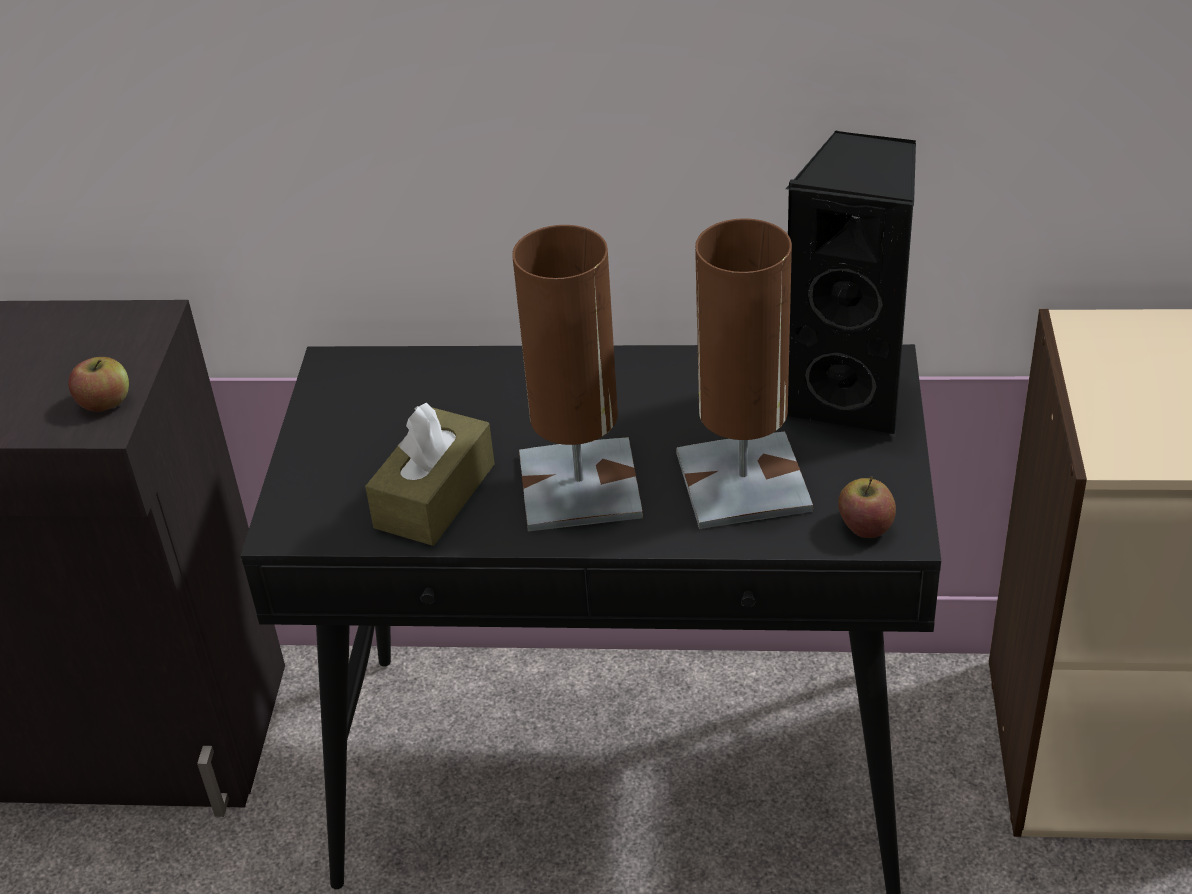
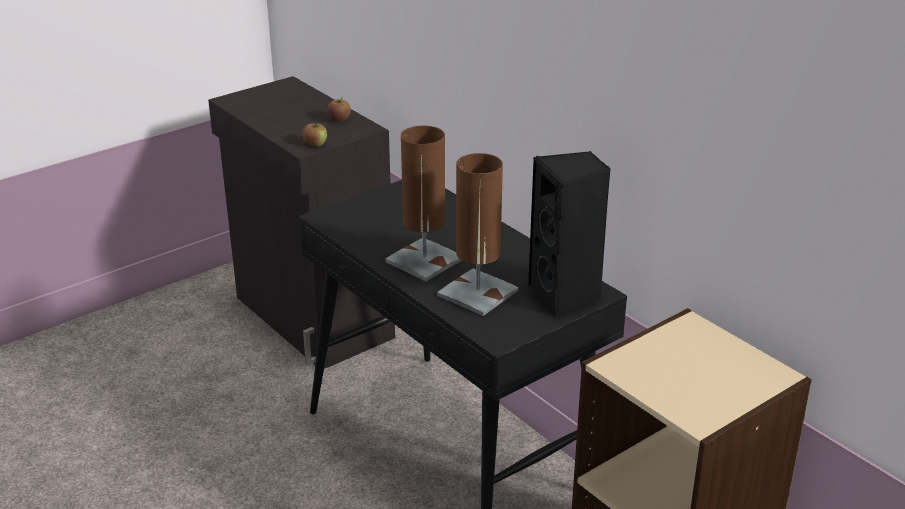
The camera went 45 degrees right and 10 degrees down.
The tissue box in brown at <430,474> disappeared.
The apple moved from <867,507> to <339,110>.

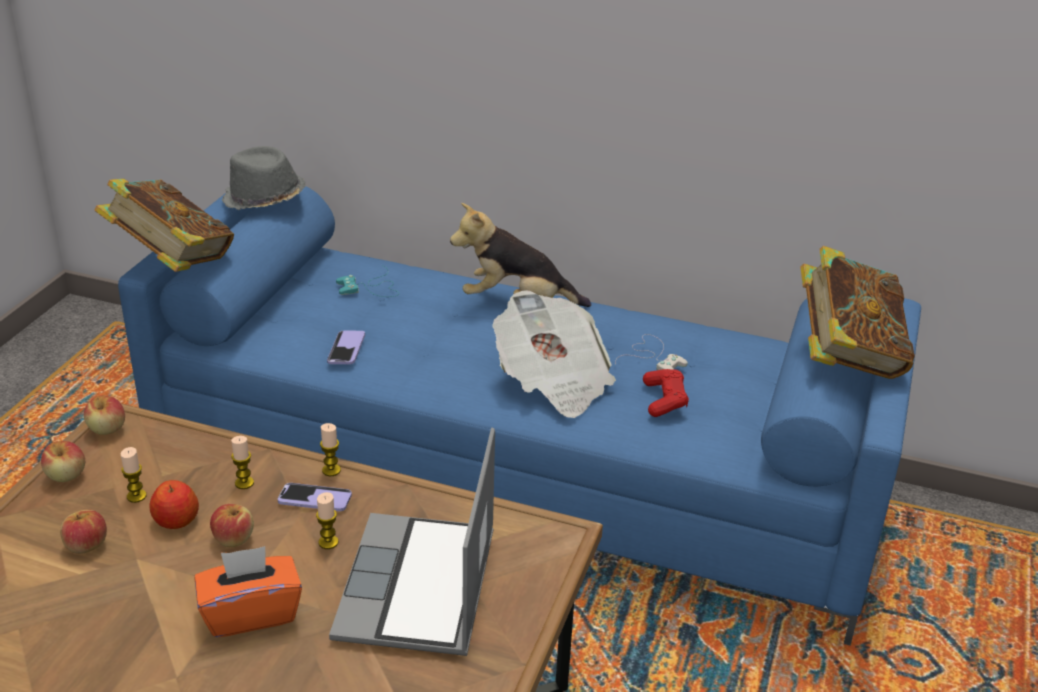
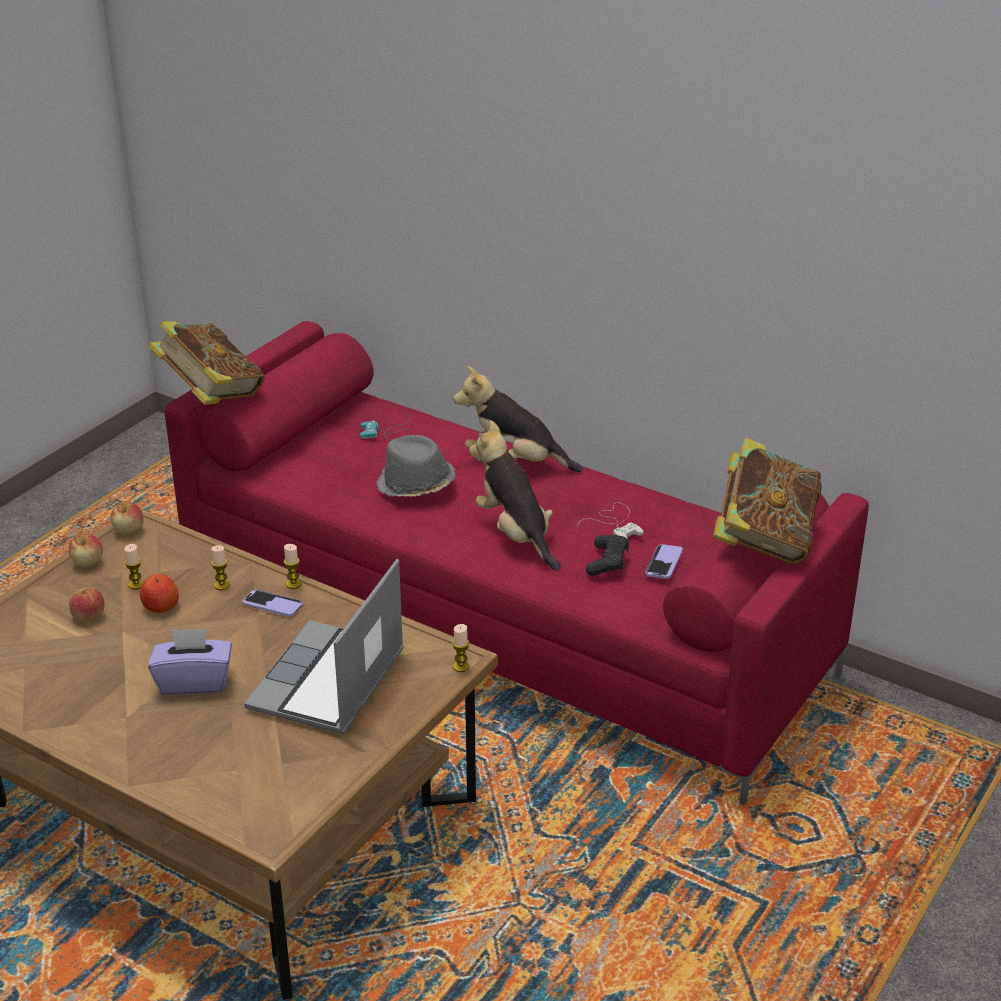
The camera went 15 degrees right and 0 degrees up.
The sofa in blue at <519,416> became the sofa in red at <517,563>.
The tissue box in orange at <248,592> became the tissue box in purple at <190,662>.
The apple at <232,525> disappeared.
The hat in grey moved from <264,178> to <416,466>.
The candle moved from <327,520> to <461,648>.
The phone moved from <346,347> to <664,561>.
The newspaper at <554,354> was replaced by the plush toy at <515,495>.
The game controller in red at <666,393> became the game controller in black at <607,555>.

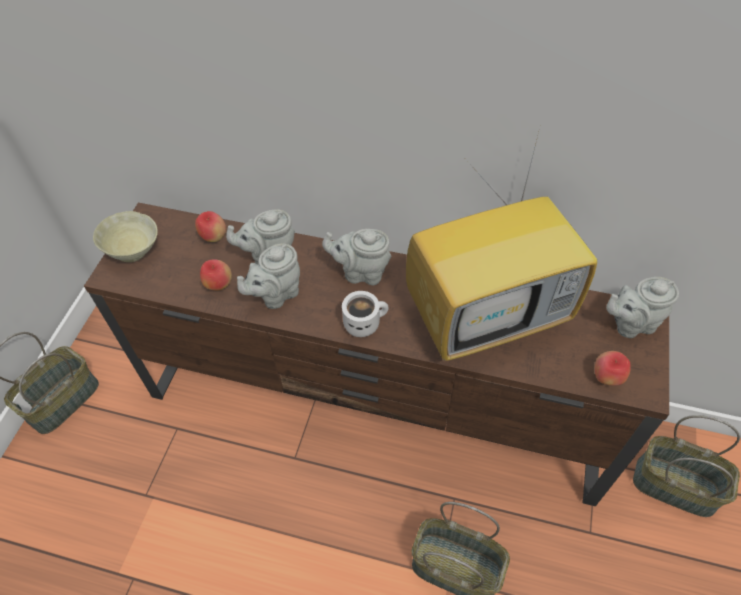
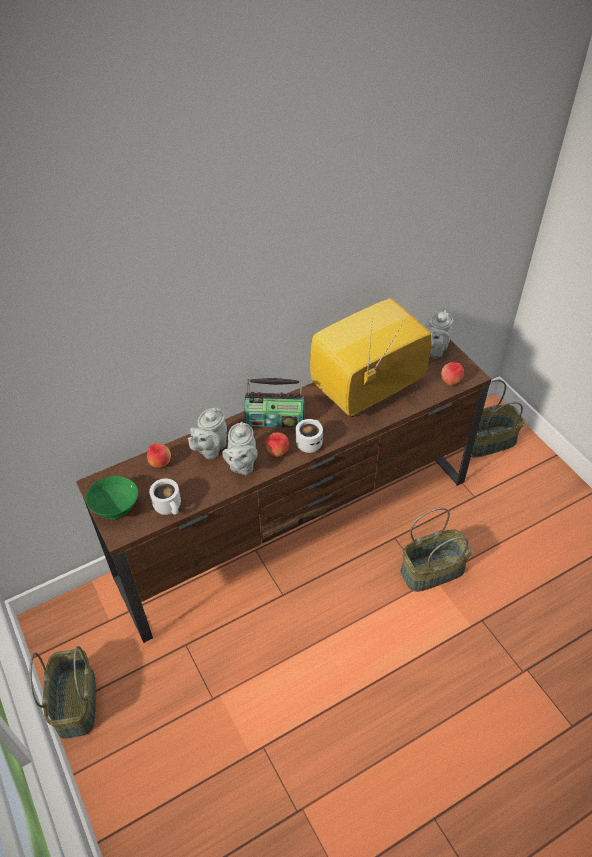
The camera went 45 degrees left and 5 degrees down.
The bowl in beige at <125,236> became the bowl in green at <112,498>.
The apple moved from <216,275> to <277,445>.
The teapot in grey at <356,257> was replaced by the radio at <274,403>.
The television at <501,244> turned 150 degrees counterclockwise.
The mug in white at <165,497> appeared.

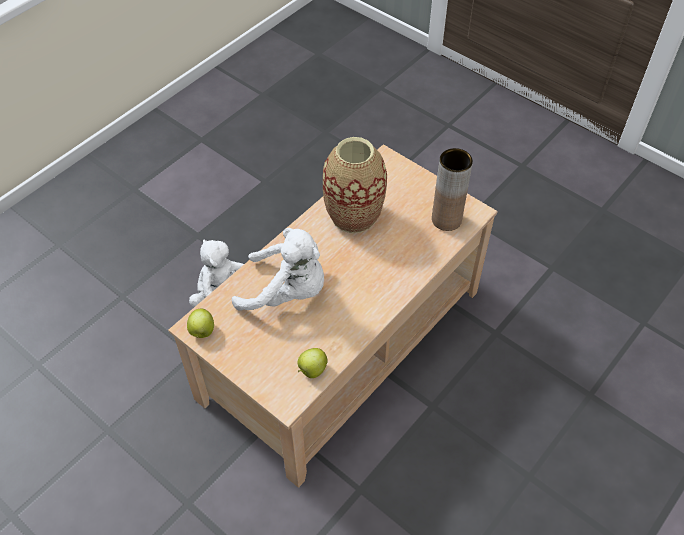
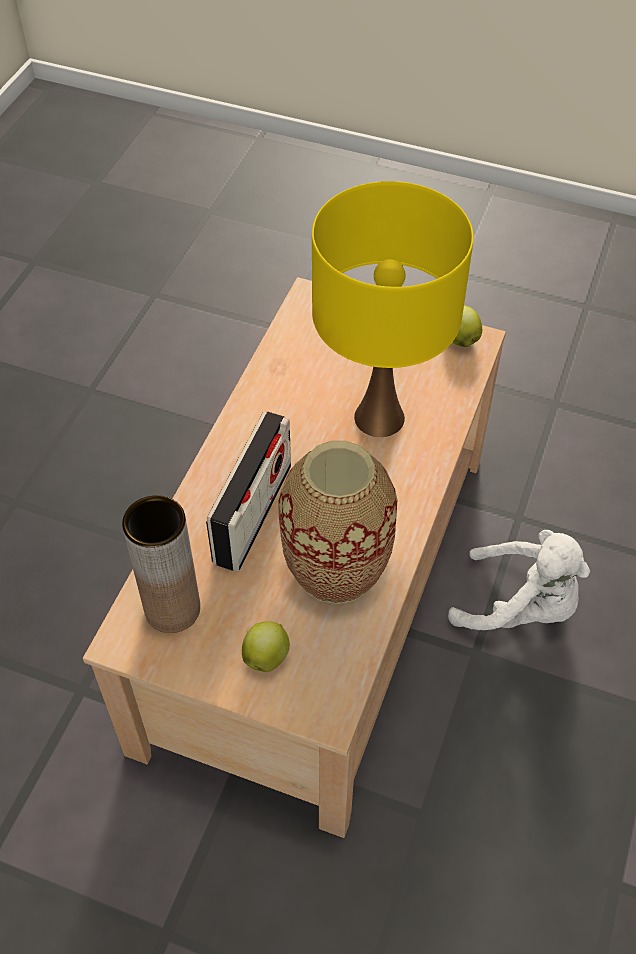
The camera went 160 degrees right and 0 degrees up.
The plush toy in white at <278,269> was replaced by the table lamp in yellow at <393,309>.
The apple moved from <313,363> to <266,646>.
The radio at <248,491> appeared.

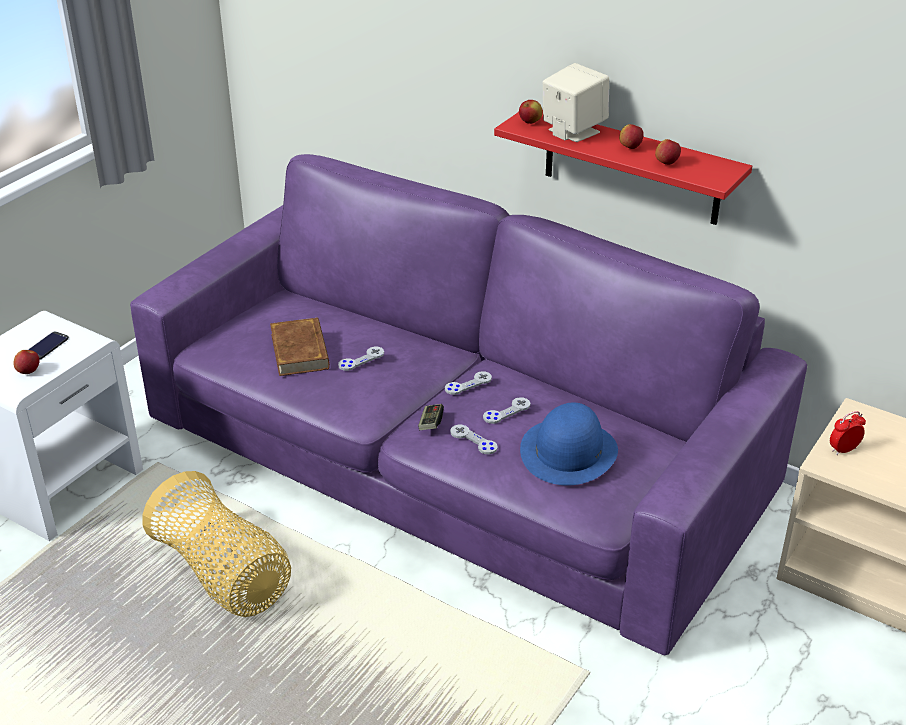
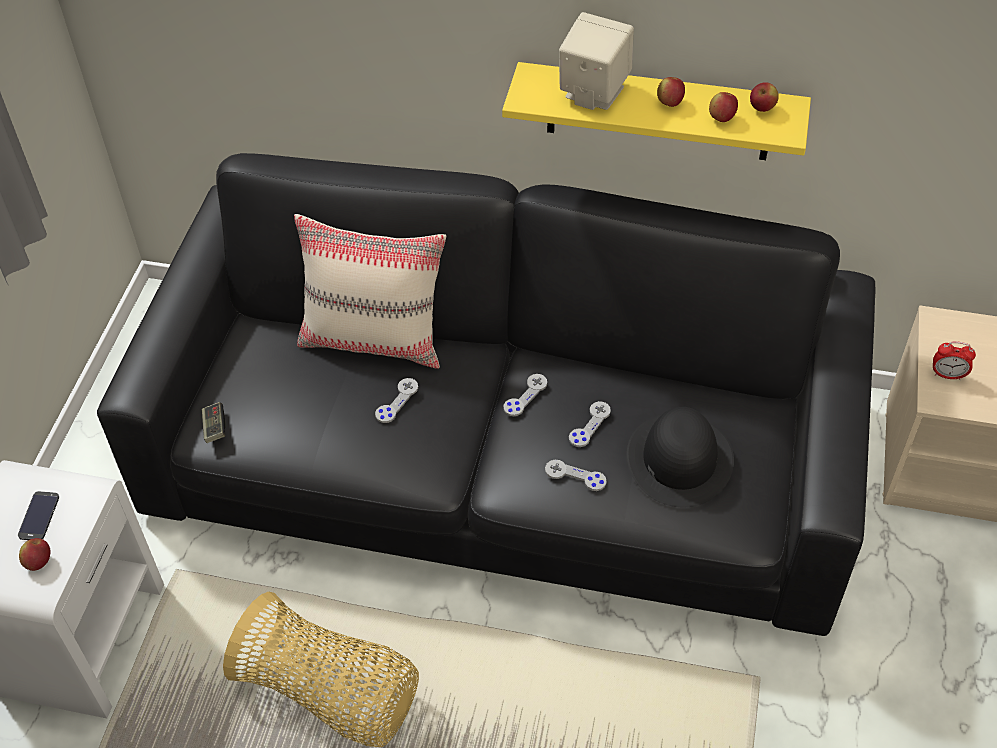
The camera went 20 degrees left and 15 degrees up.
The sofa in purple at <468,404> became the sofa in black at <486,394>.
The book in brown at <300,346> disappeared.
The game controller moved from <431,417> to <213,422>.
The shelf in red at <623,168> became the shelf in yellow at <656,111>.
The apple moved from <531,112> to <764,97>.
The hat in blue at <569,444> became the hat in black at <680,457>.
The alarm clock at <848,433> turned 120 degrees counterclockwise.
The pillow in beige at <370,291> appeared.

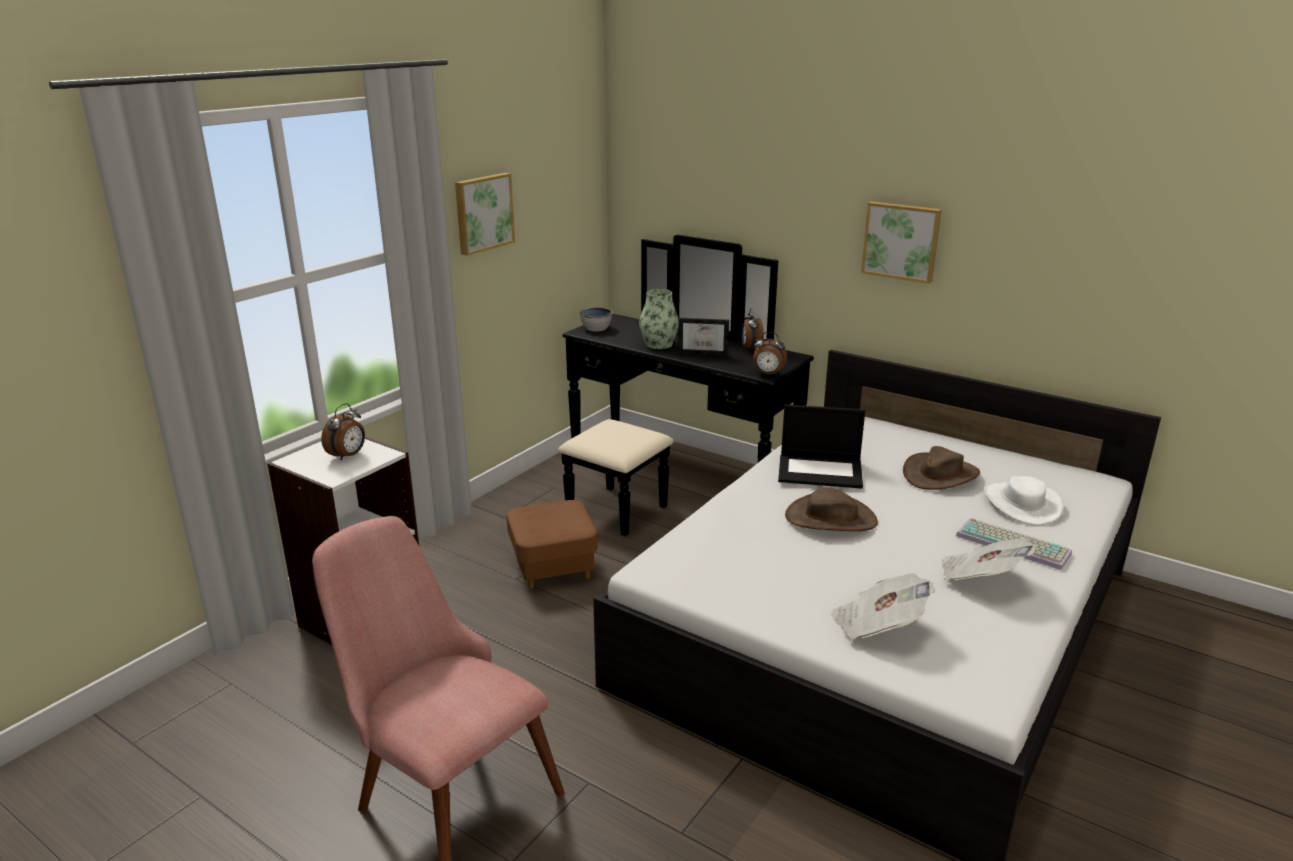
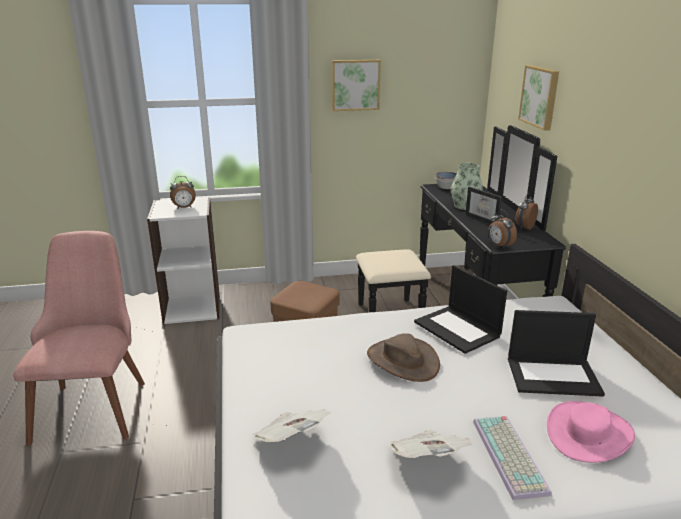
The camera went 45 degrees right and 0 degrees up.
The picture moved from <901,242> to <538,98>.
The hat in brown at <941,468> was replaced by the laptop at <556,353>.
The hat in white at <1023,501> became the hat in pink at <591,432>.

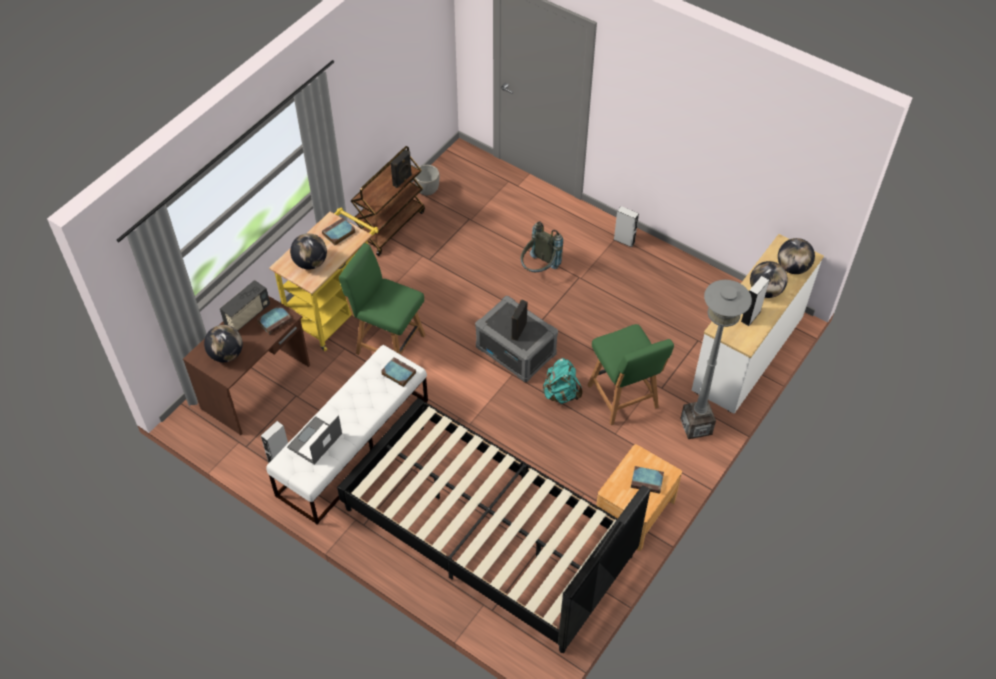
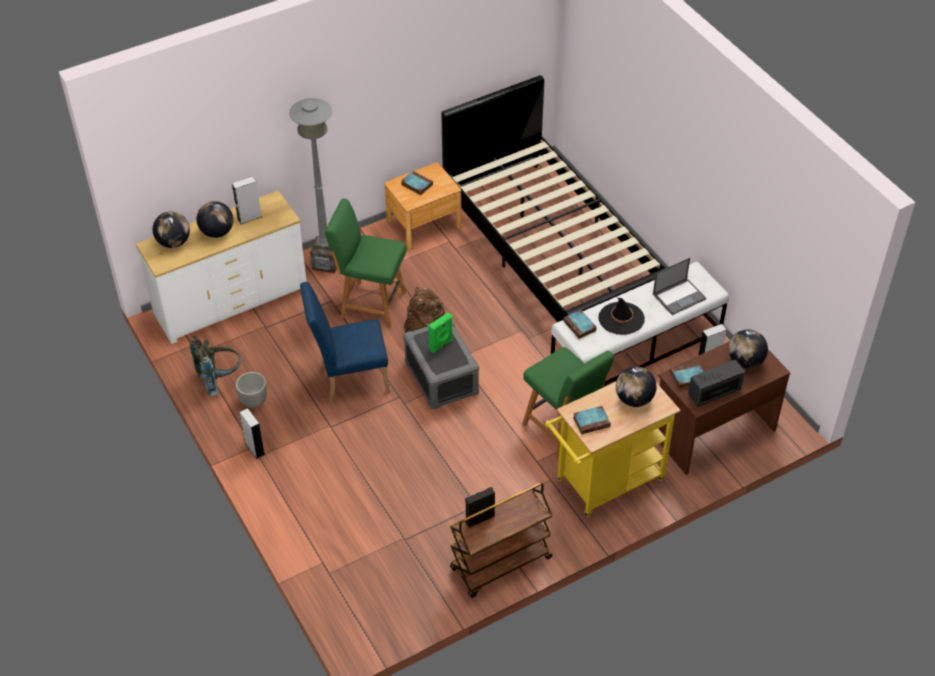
The camera went 155 degrees left and 5 degrees down.
The planter moved from <426,180> to <251,390>.
The speaker in black at <519,320> became the speaker in green at <440,333>.
The backpack in grey moved from <542,246> to <215,366>.
The backpack in turquoise at <562,381> became the backpack in brown at <424,310>.
The chair in green at <630,374> turned 75 degrees counterclockwise.
The chair in blue at <345,342> appeared.
The hat in black at <622,316> appeared.

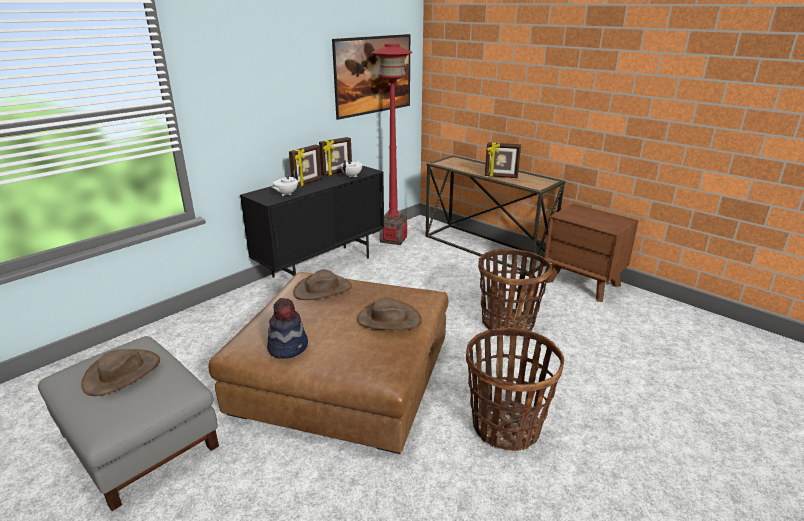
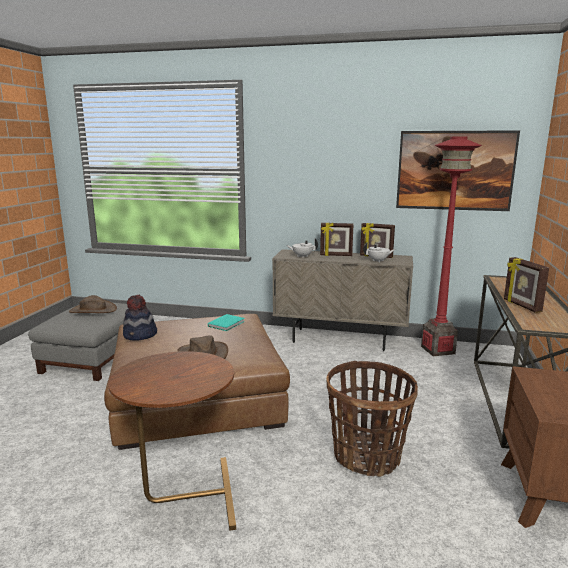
The camera went 60 degrees right and 10 degrees down.
The cabinet in black at <312,222> became the cabinet in beige at <342,300>.
The hat in brown at <323,284> was replaced by the book in turquoise at <226,322>.
The basket at <515,389> was replaced by the side table in brown at <172,441>.

